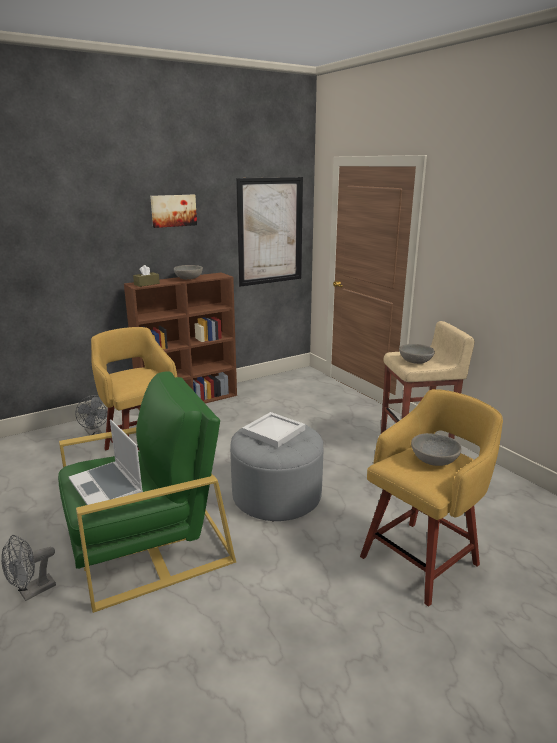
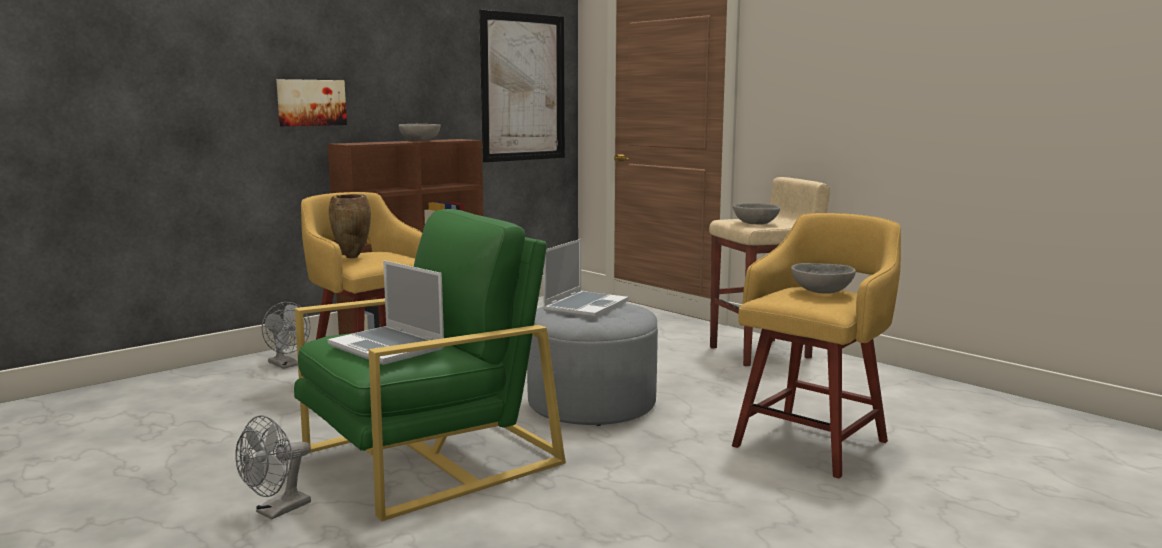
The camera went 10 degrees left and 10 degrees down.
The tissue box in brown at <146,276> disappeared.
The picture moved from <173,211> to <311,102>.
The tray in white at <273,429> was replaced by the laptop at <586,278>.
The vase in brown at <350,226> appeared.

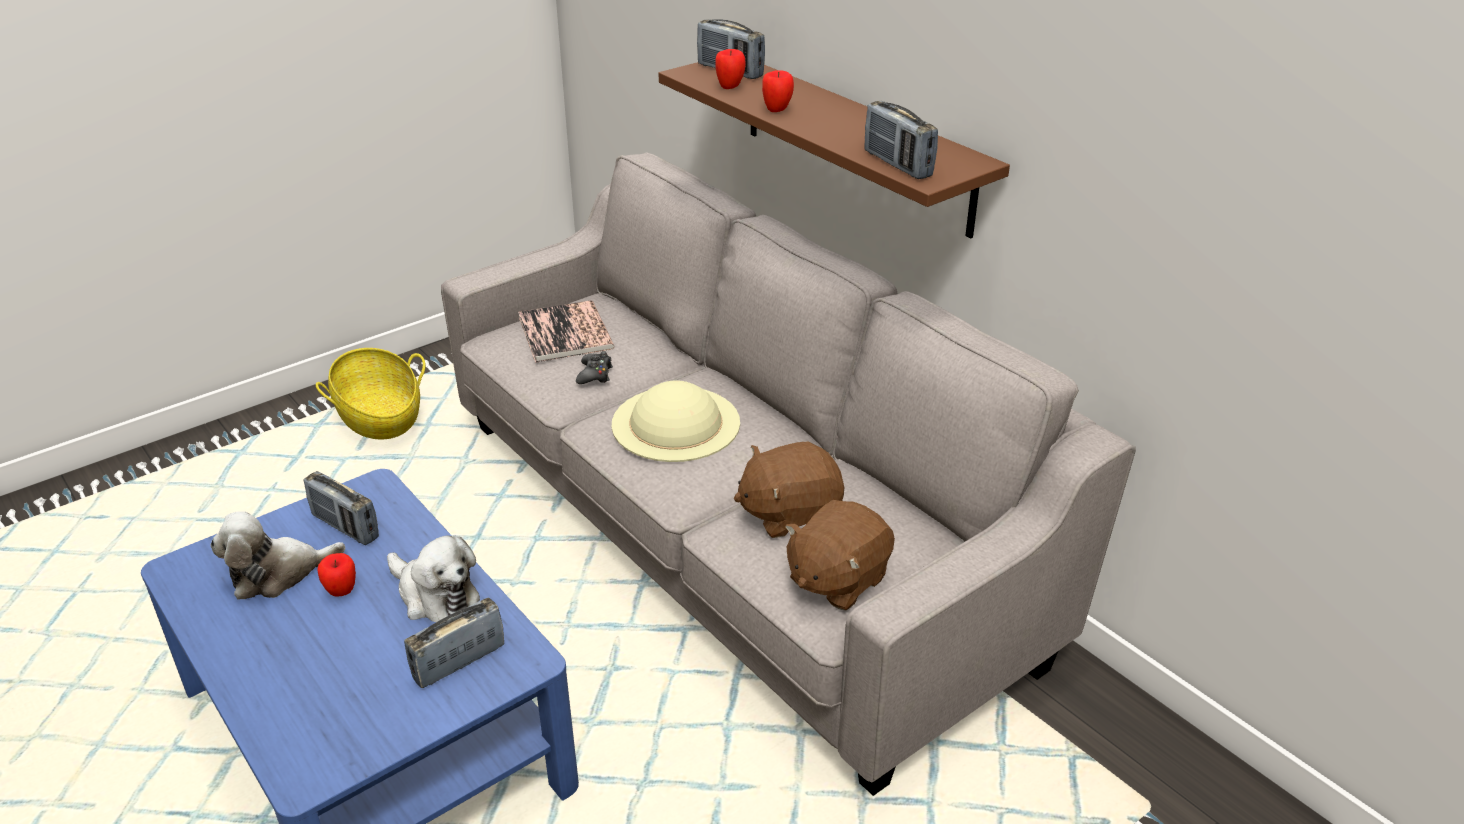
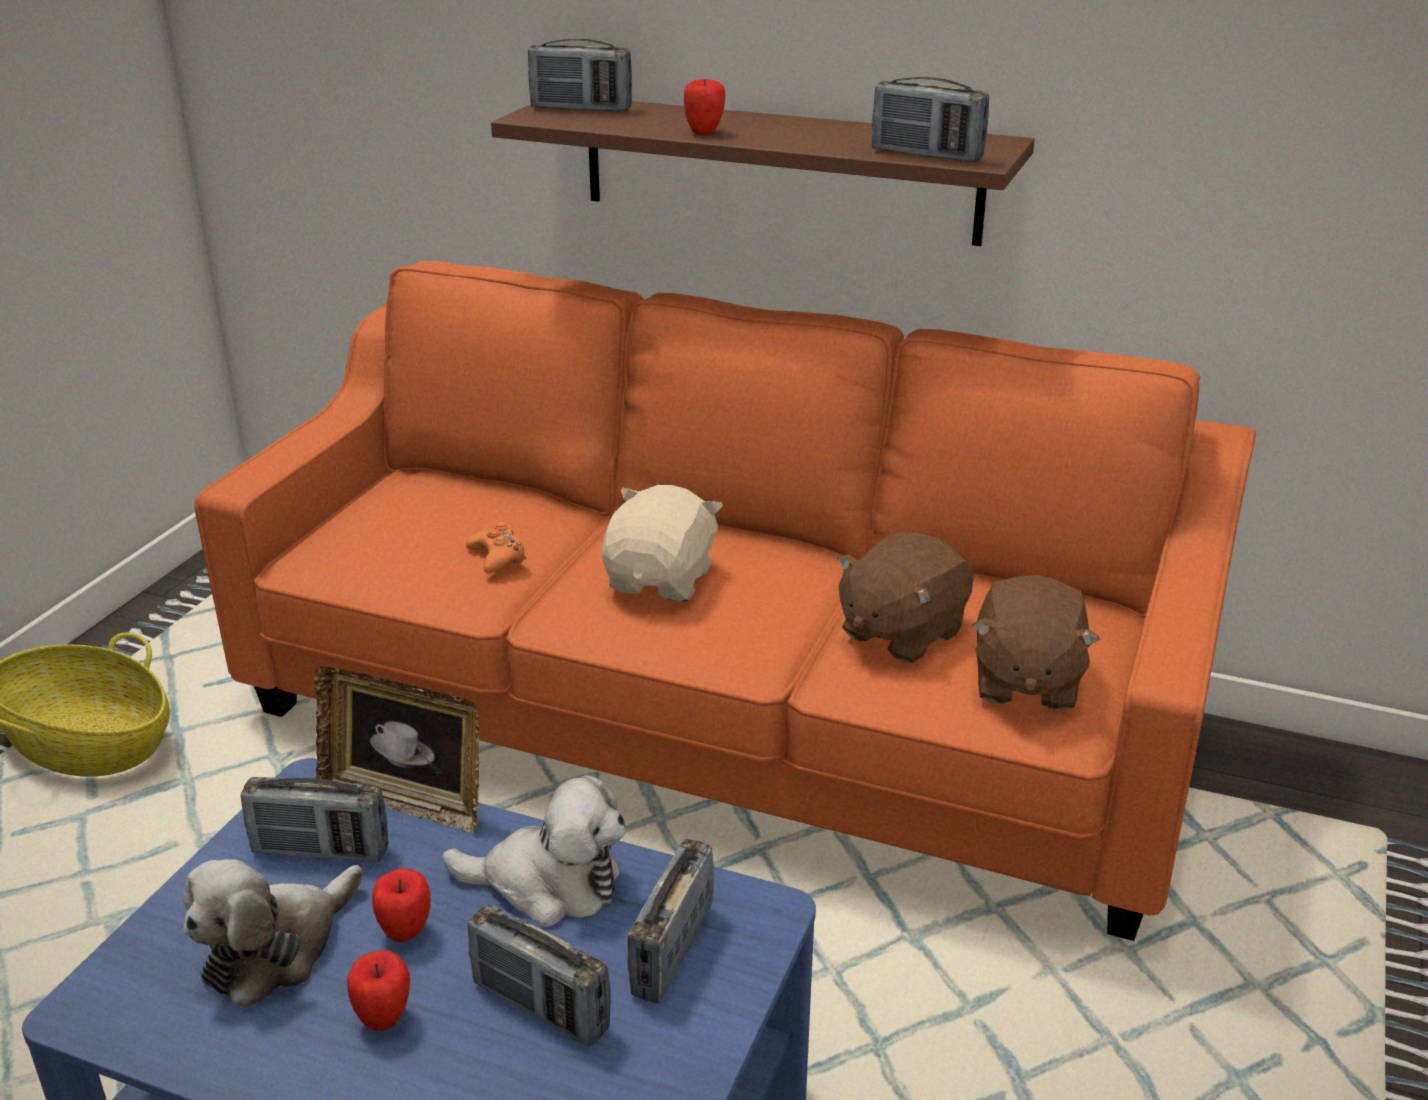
The camera went 30 degrees left and 5 degrees down.
The sofa in grey at <788,474> became the sofa in orange at <725,601>.
The book at <566,331> disappeared.
The game controller in black at <594,367> became the game controller in orange at <496,547>.
The hat in beige at <676,421> was replaced by the plush toy in beige at <662,543>.
The apple moved from <731,69> to <378,990>.
The picture frame at <397,750> appeared.
The radio at <539,975> appeared.

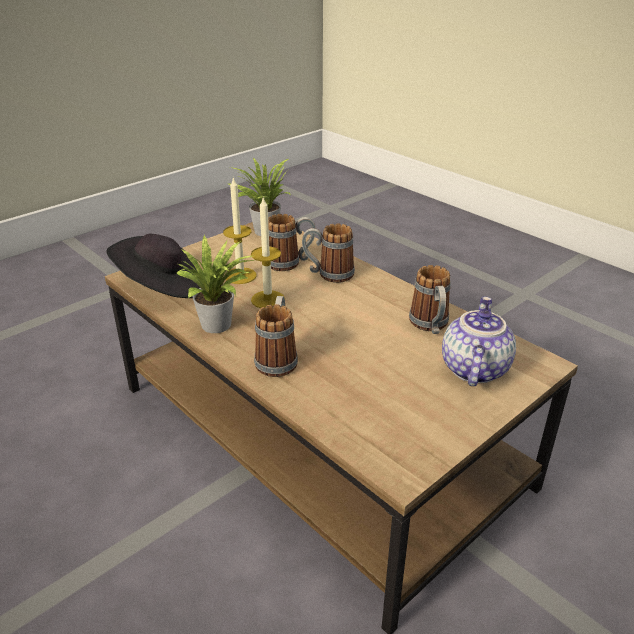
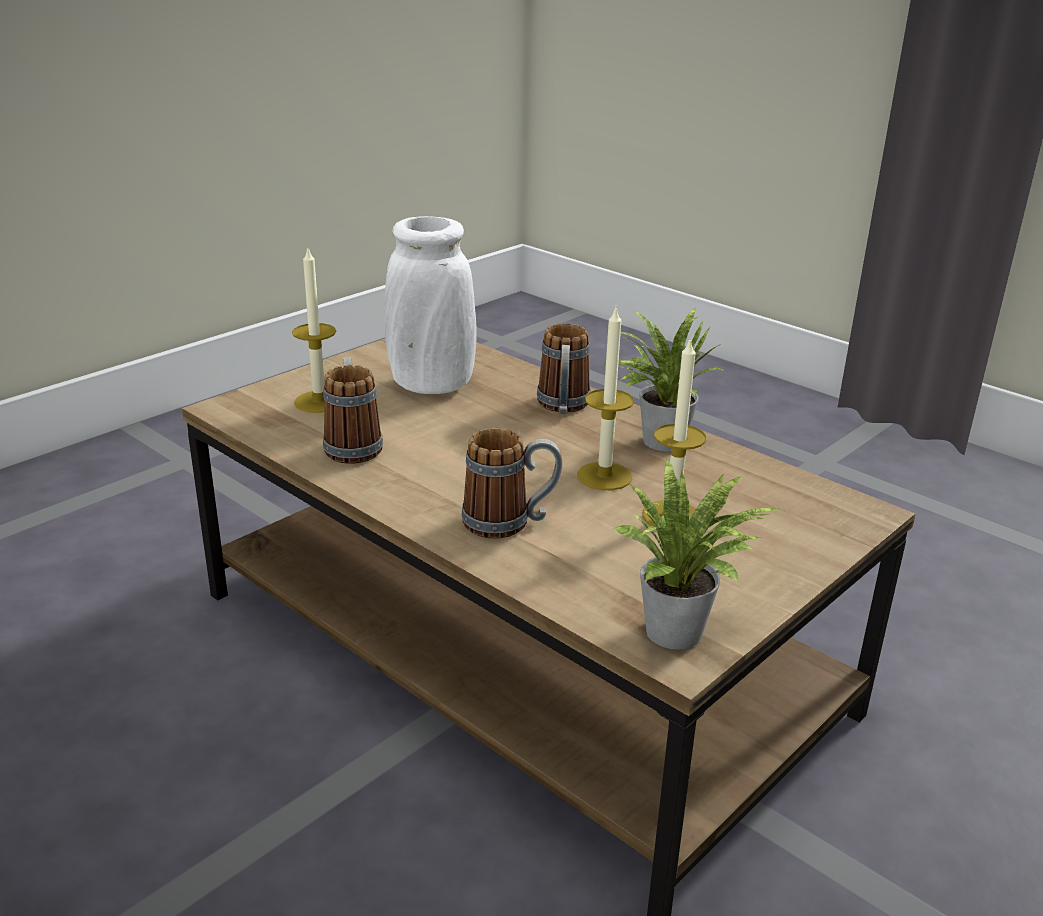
The camera went 175 degrees right and 5 degrees down.
The hat in black at <153,266> disappeared.
The mug at <292,242> disappeared.
The teapot at <479,341> was replaced by the candle at <314,331>.
The vase in white at <431,305> appeared.

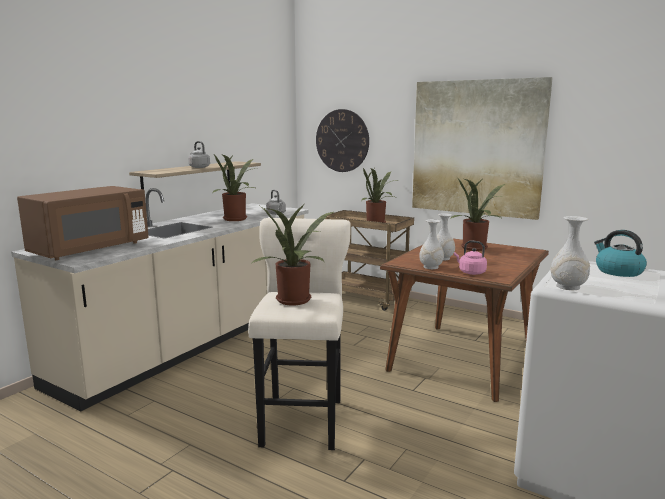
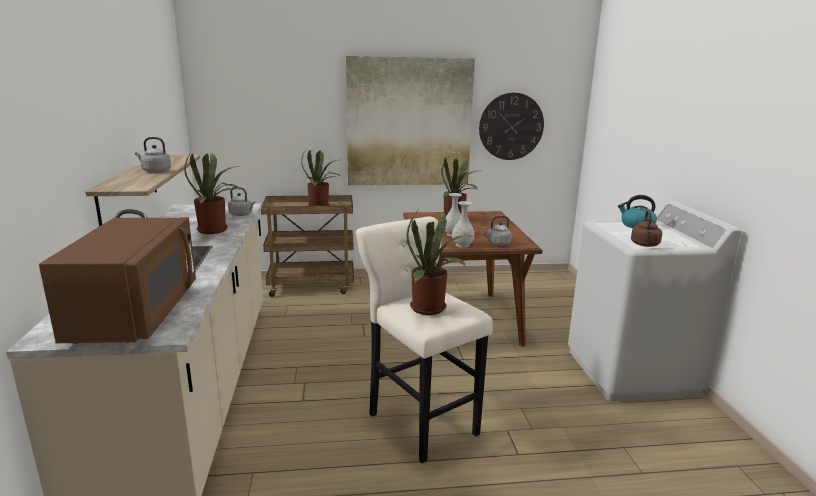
The camera went 40 degrees left and 5 degrees up.
The wall clock moved from <342,140> to <511,126>.
The kettle in pink at <470,258> became the kettle in grey at <496,231>.
The vase in white at <570,253> was replaced by the kettle in brown at <646,228>.

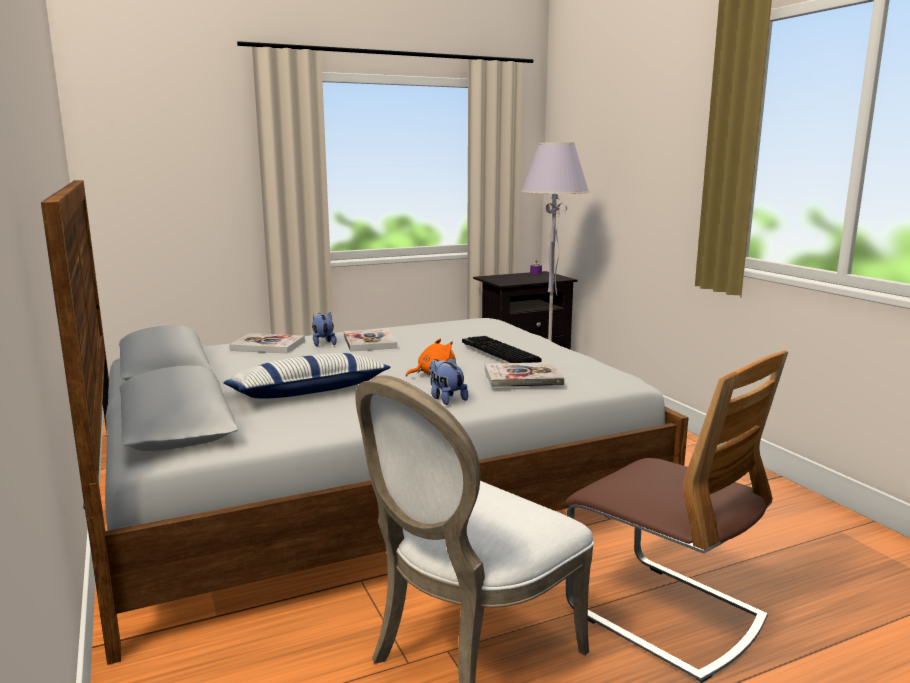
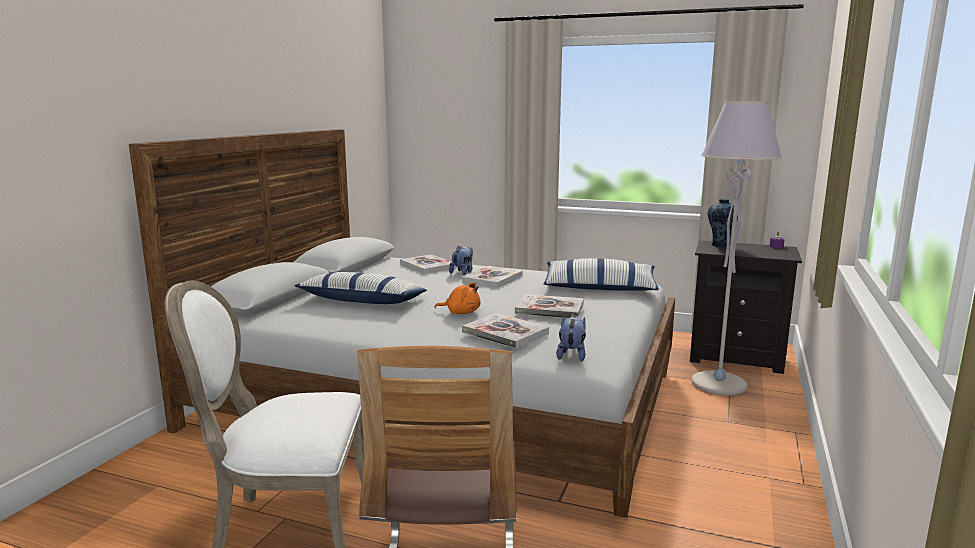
The camera went 45 degrees right and 0 degrees up.
The plush toy moved from <448,381> to <571,338>.
The keyboard at <502,349> was replaced by the book at <549,306>.
The pillow at <601,274> appeared.
The vase at <723,223> appeared.

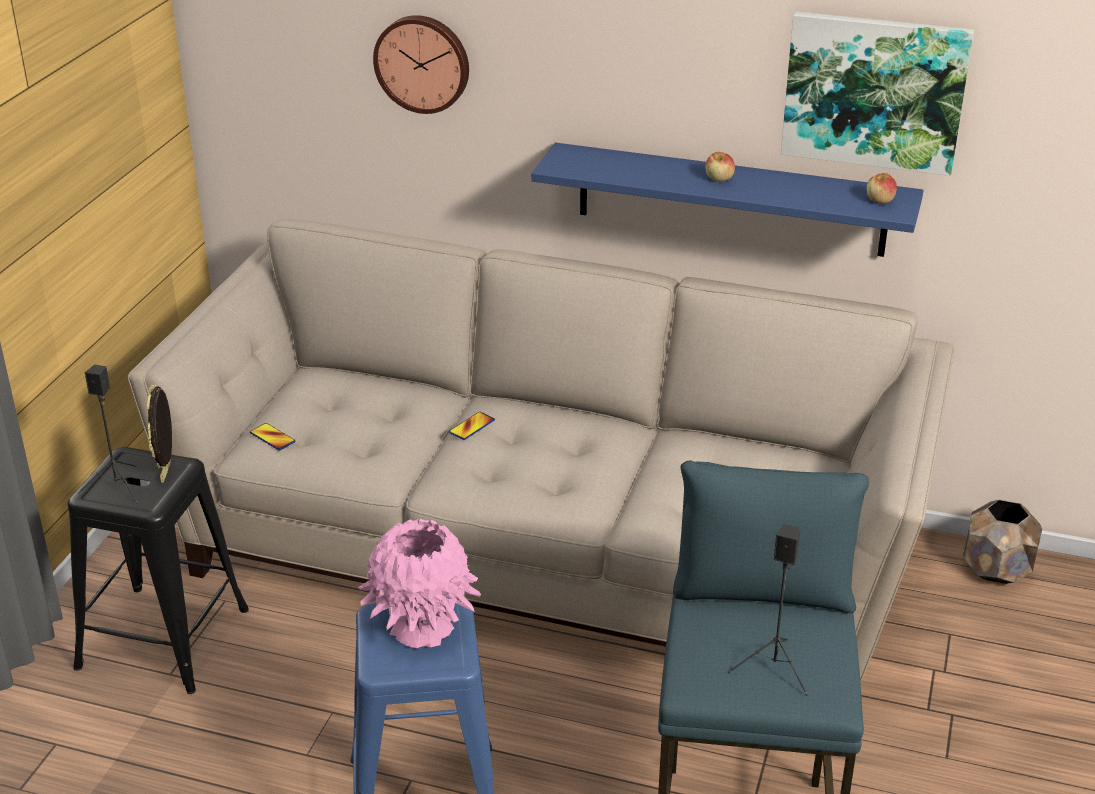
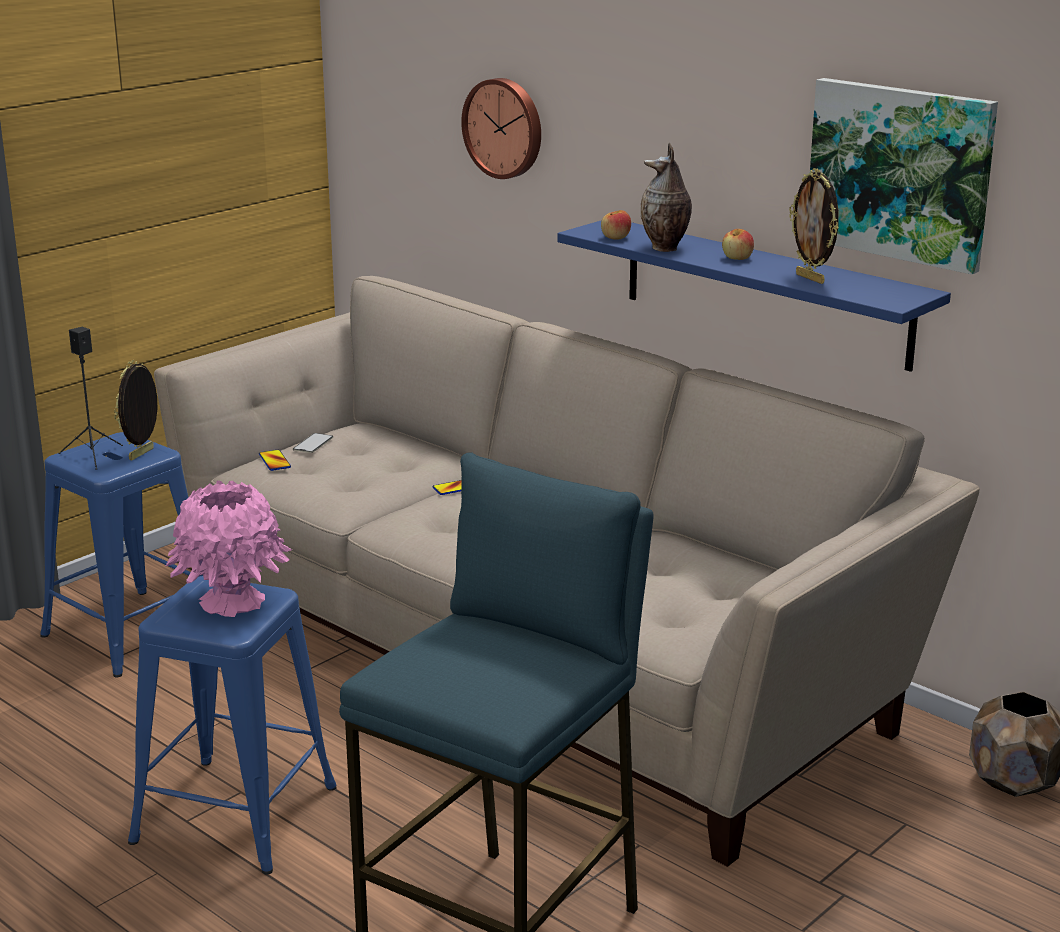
The camera went 25 degrees right and 10 degrees down.
The stool in black at <158,570> became the stool in blue at <121,554>.
The speaker in black at <768,610> disappeared.
The apple moved from <881,188> to <616,225>.
The phone at <313,443> appeared.
The vase at <666,197> appeared.
The picture frame at <814,226> appeared.

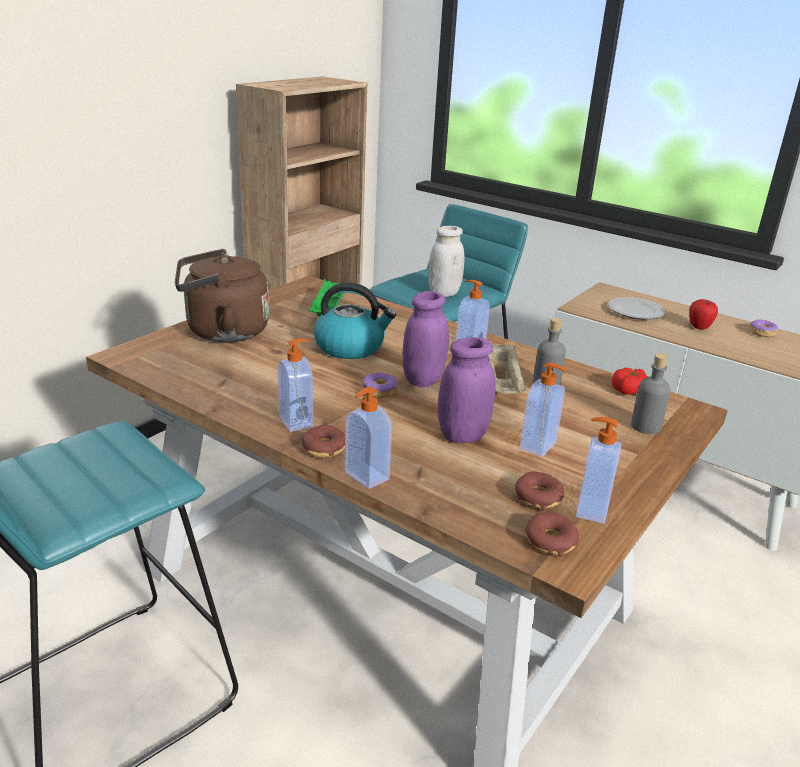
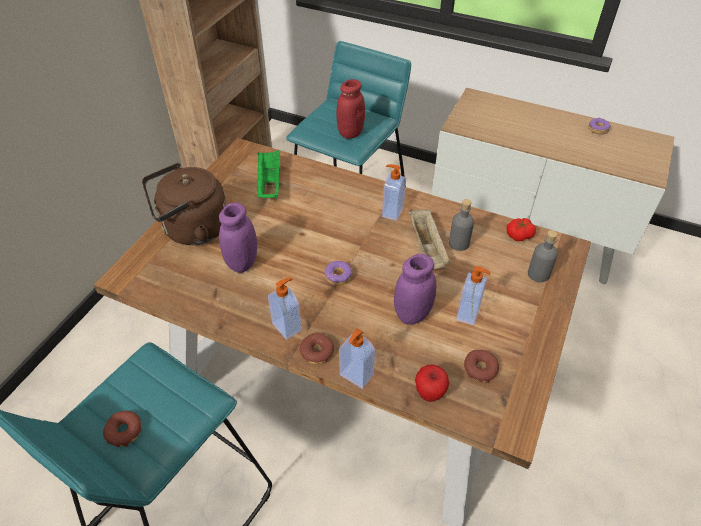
The camera went 10 degrees left and 20 degrees up.
The kettle at <354,320> disappeared.
The jar in purple moved from <426,339> to <238,237>.
The jar in white at <446,261> became the jar in red at <350,109>.
The donut moved from <552,535> to <122,429>.
The soap dispenser at <599,470> disappeared.
The plate at <637,308> disappeared.
The apple moved from <703,314> to <432,383>.

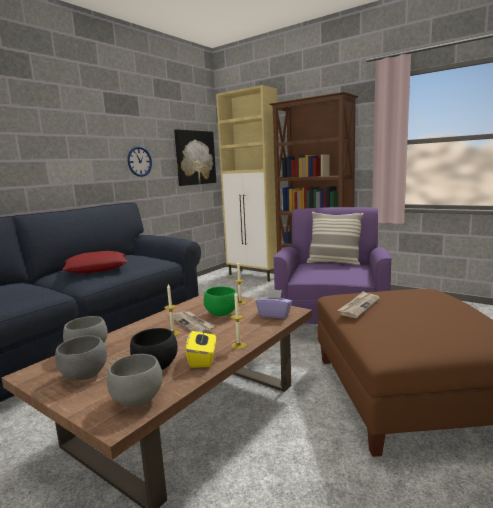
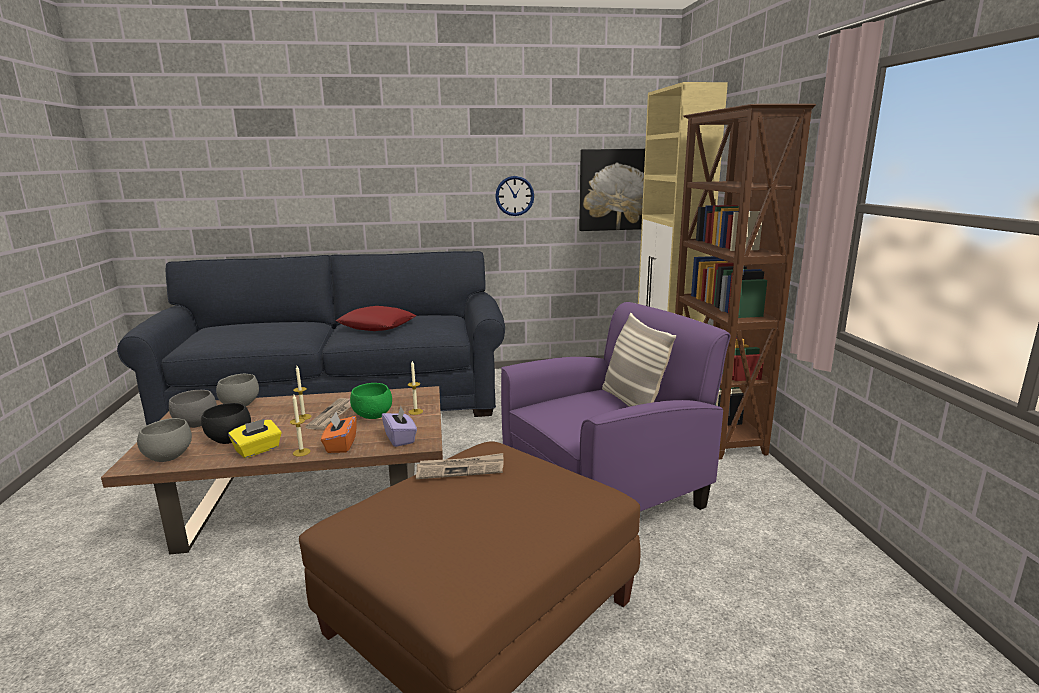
The camera went 45 degrees right and 5 degrees up.
The tissue box in orange at <339,432> appeared.

